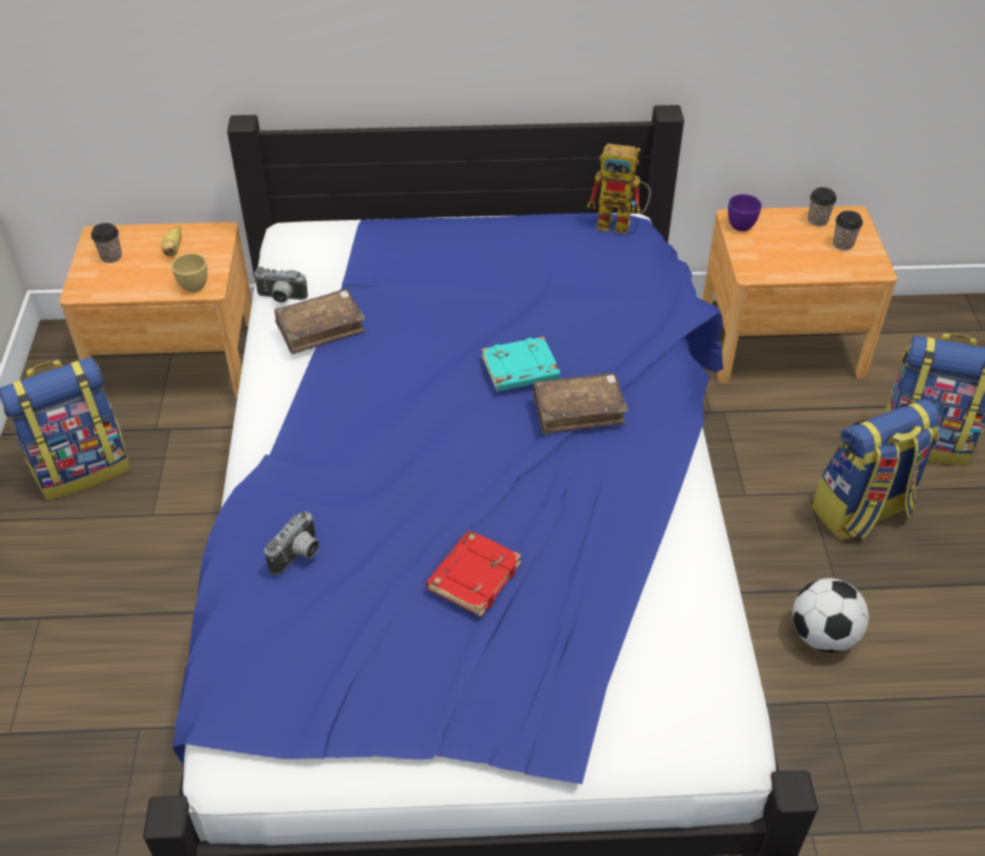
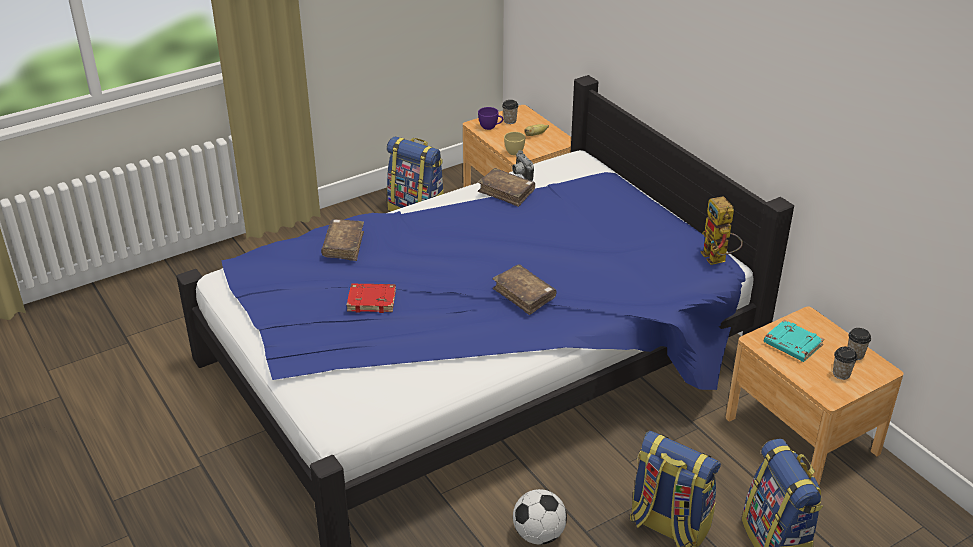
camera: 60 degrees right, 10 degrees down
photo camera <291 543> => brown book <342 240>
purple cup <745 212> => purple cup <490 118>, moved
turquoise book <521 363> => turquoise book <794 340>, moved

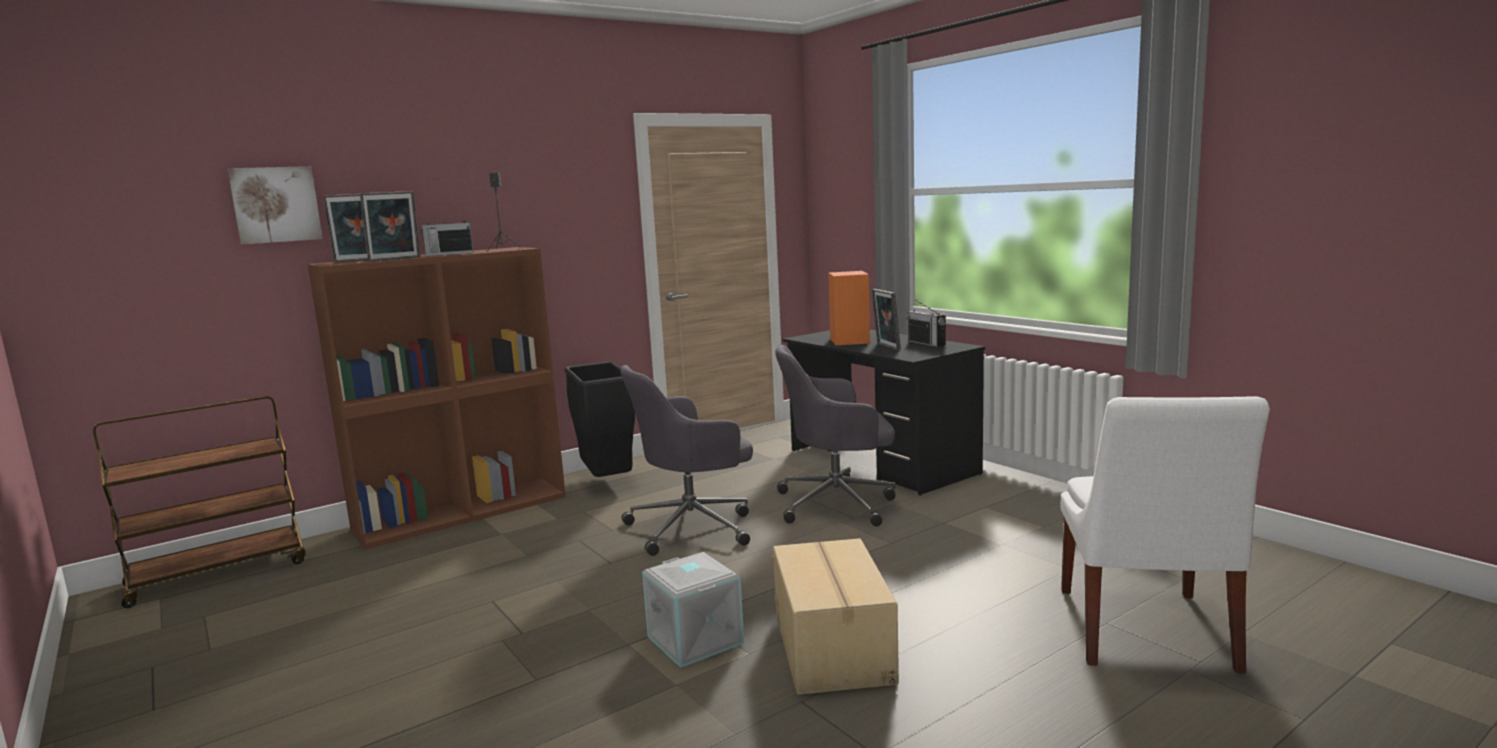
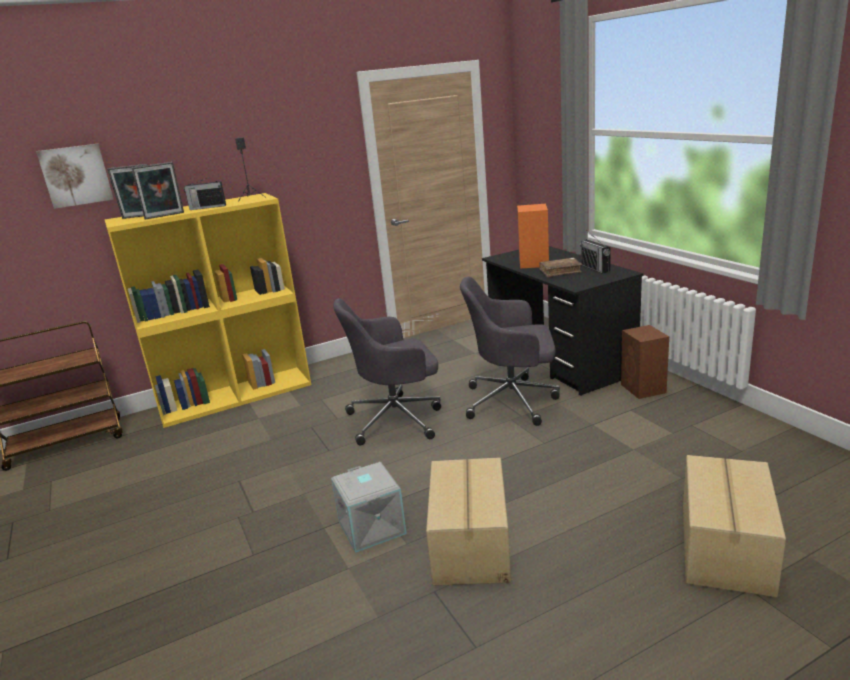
camera: 10 degrees right, 10 degrees up
brown bookcase <437 398> => yellow bookcase <208 310>
picture frame <886 319> => brown book <560 267>
nothing => brown speaker <645 362>
white chair <1165 534> => cardboard box <734 526>
black trash can <599 419> => nothing

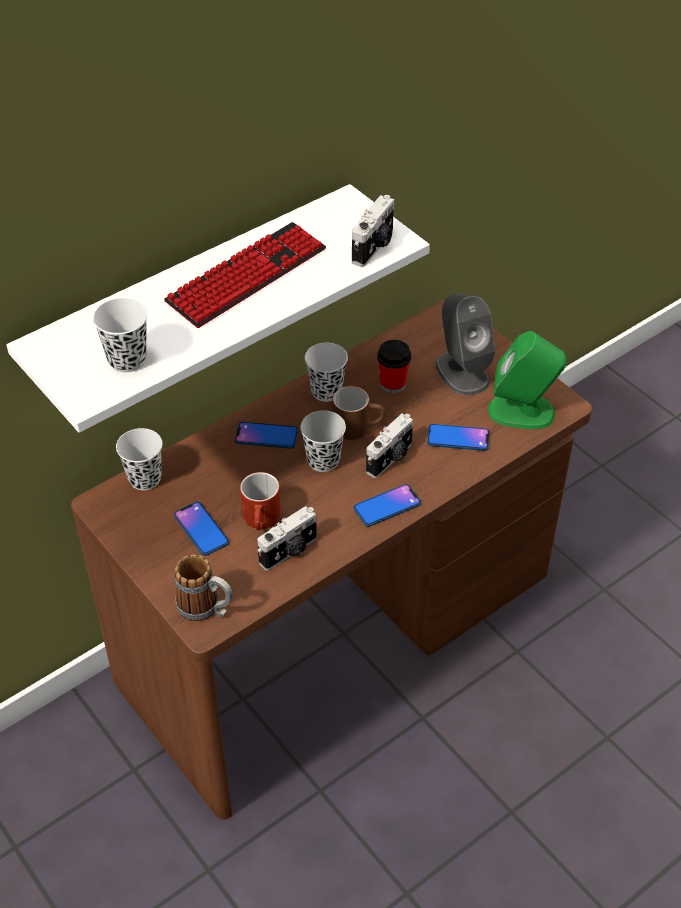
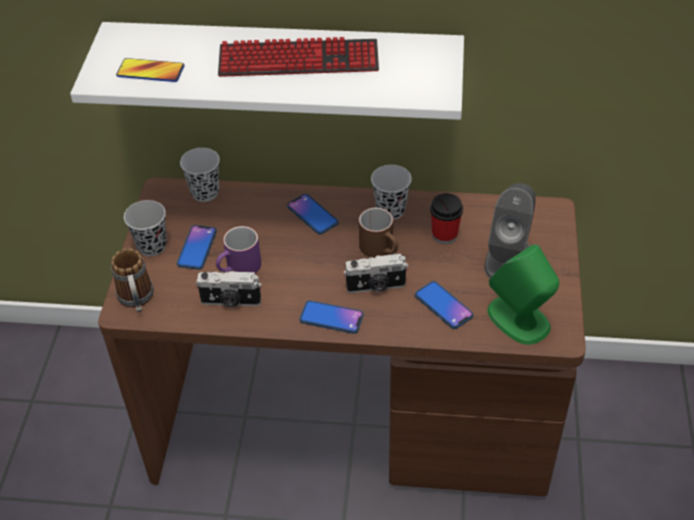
camera: 45 degrees right, 0 degrees up
white cup <120 335> => phone <150 70>
black cup <323 441> => black cup <145 228>, moved
red mug <260 501> => purple mug <238 249>
photo camera <373 231> => nothing

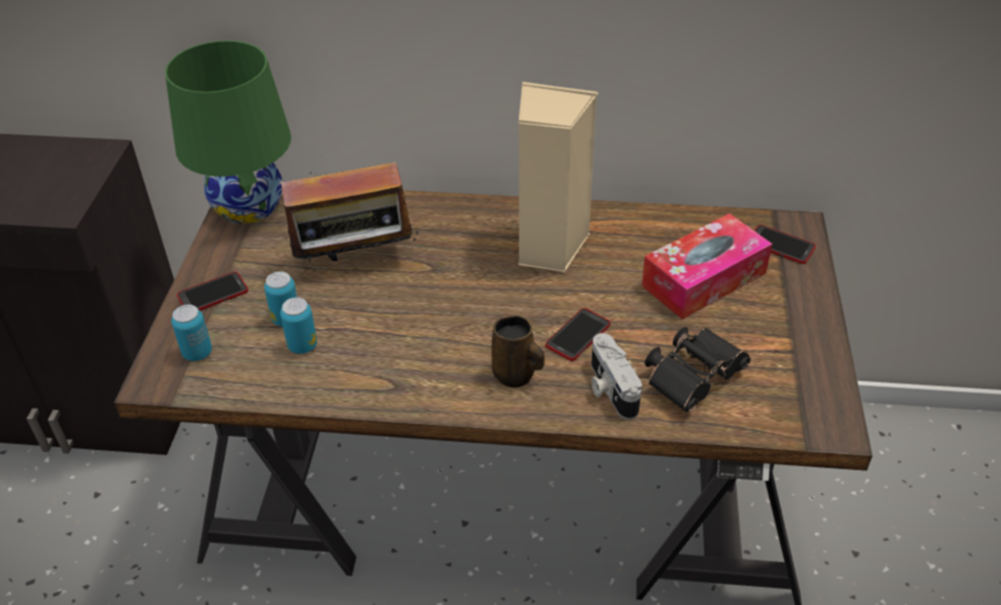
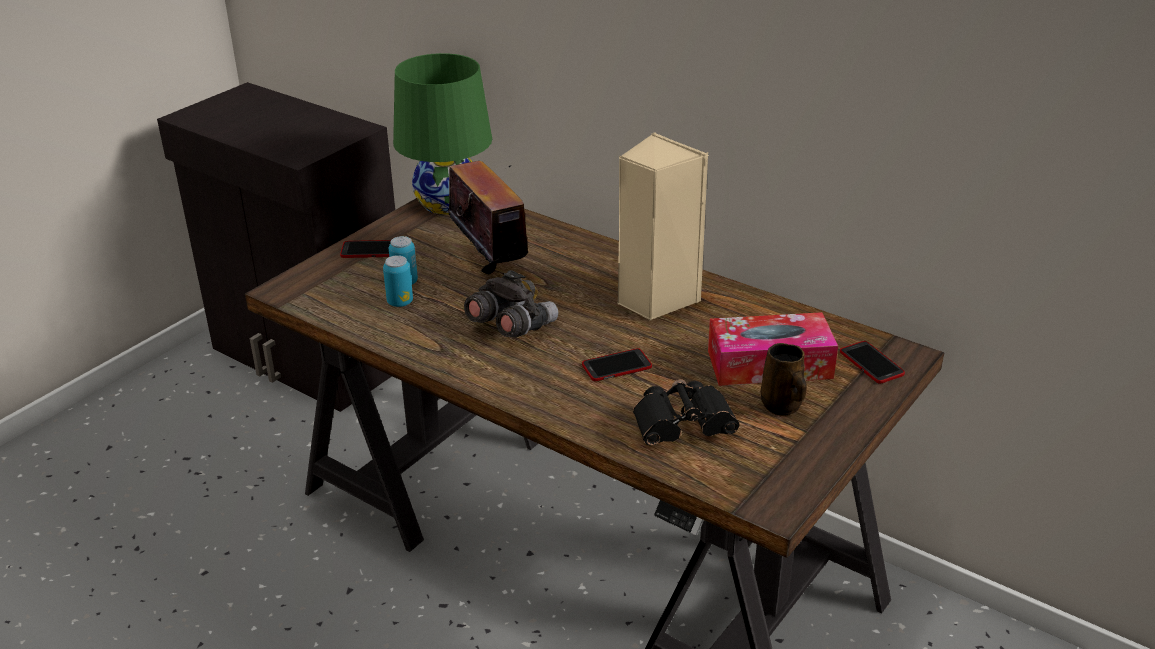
camera: 30 degrees right, 10 degrees down
radio <344 211> => radio <485 217>, 135 degrees counterclockwise
nothing => grey binoculars <511 304>
brown mug <518 351> => brown mug <784 379>, moved
can <191 332> => nothing
photo camera <616 376> => nothing

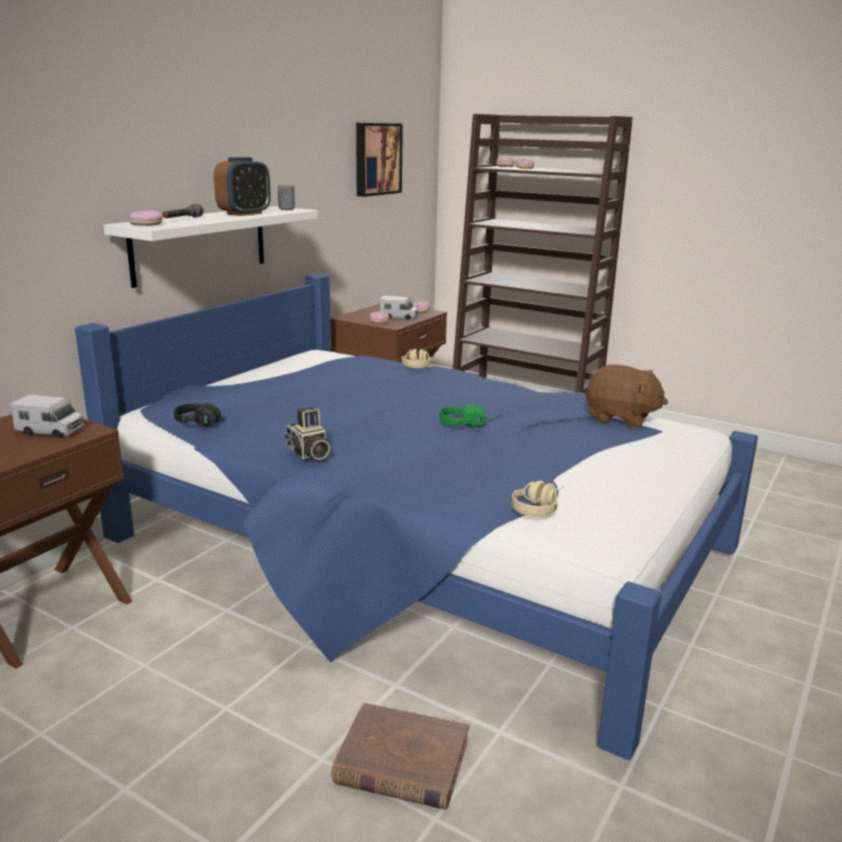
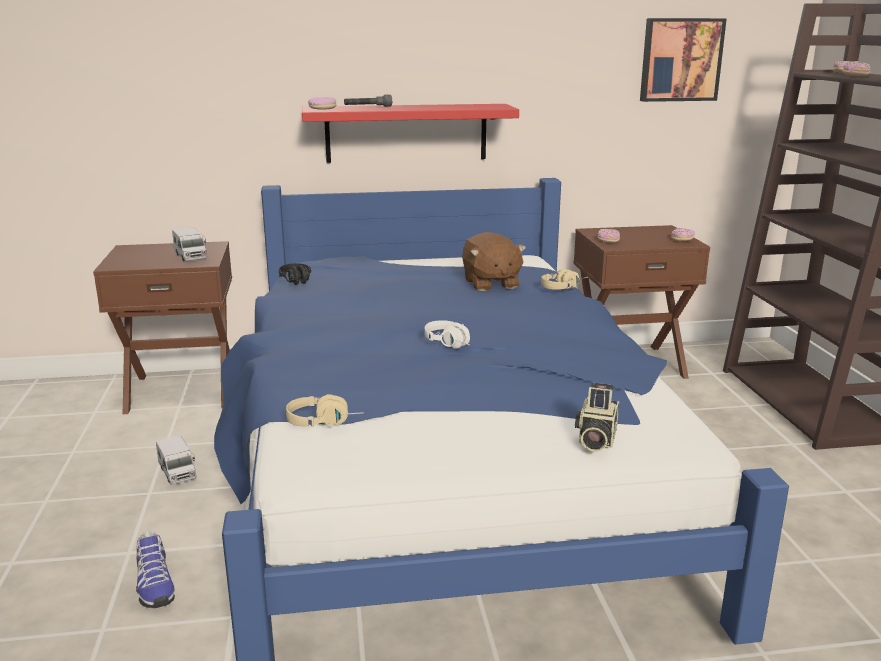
camera: 50 degrees right, 0 degrees up
brown book <400 756> => shoe <155 569>
toy truck <399 308> => toy truck <176 460>, moved
white shelf <211 247> => red shelf <410 133>
green headphones <469 415> => white headphones <447 334>
brown plush toy <627 396> => brown plush toy <494 261>, moved
photo camera <307 433> => photo camera <597 417>, moved
alarm clock <242 186> => nothing
grey cup <286 197> => nothing

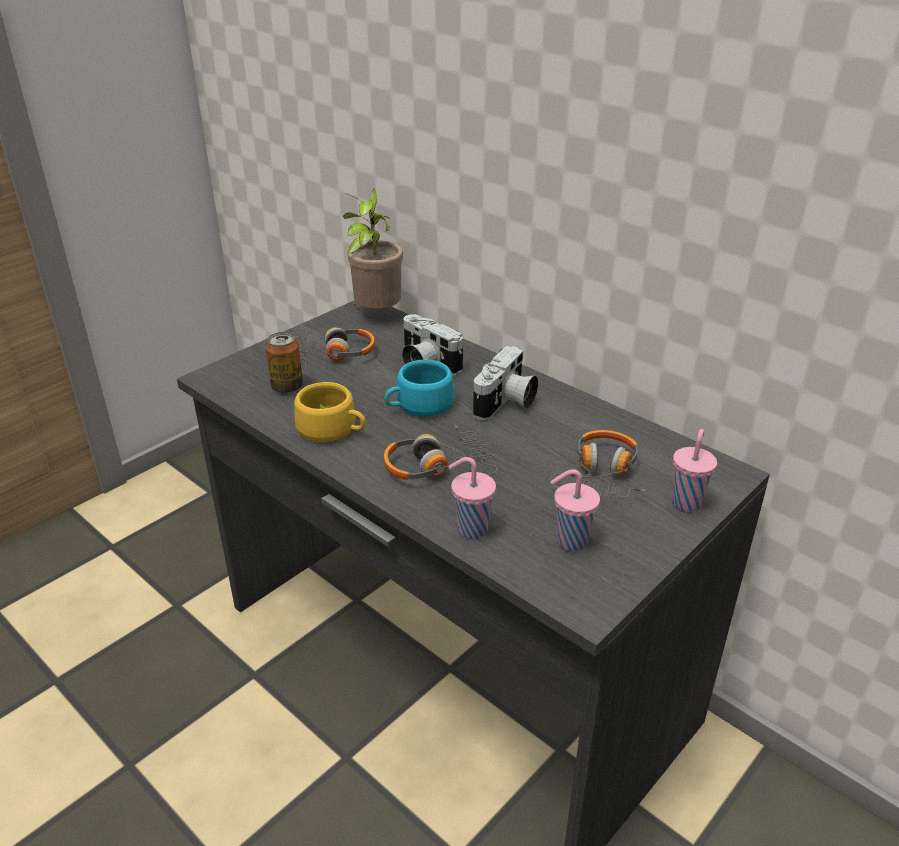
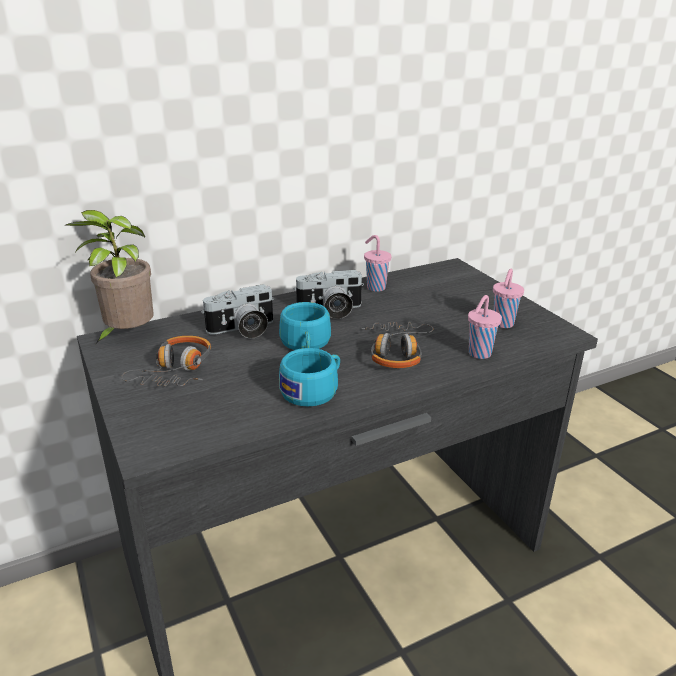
camera: 70 degrees left, 5 degrees down
yellow cup <330 412> => turquoise cup <309 377>
photo camera <505 383> => photo camera <329 294>, 120 degrees clockwise
pink cup <694 470> => pink cup <377 263>, moved
can <284 363> => nothing
headphones <597 464> => nothing

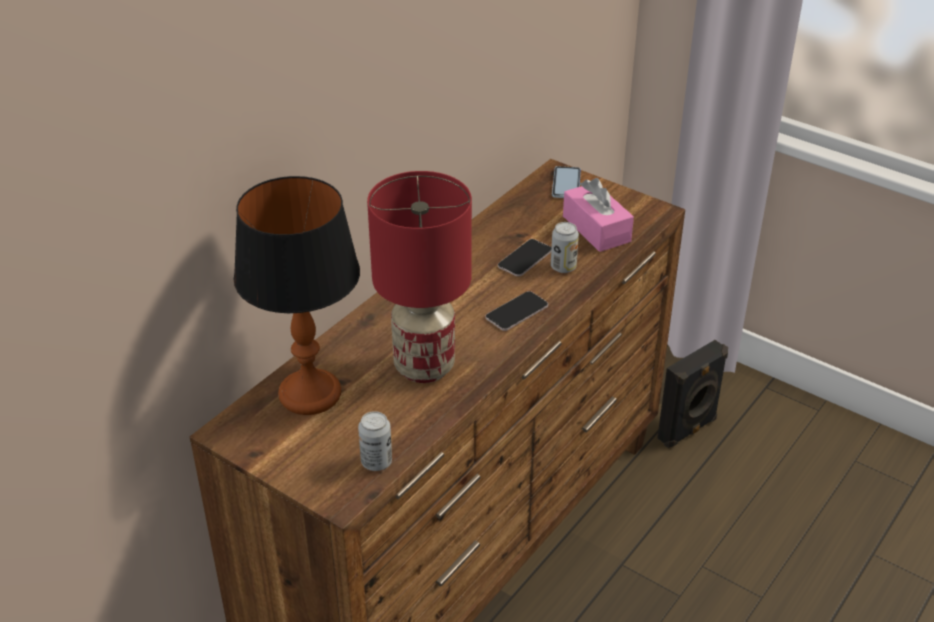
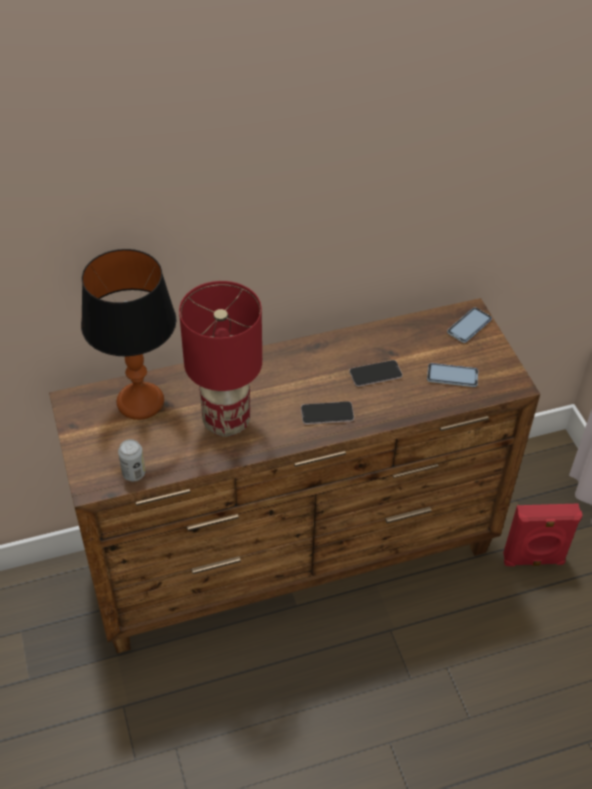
camera: 35 degrees right, 10 degrees up
pink tissue box <598 215> => phone <452 375>
black speaker <692 394> => red speaker <543 535>
can <565 247> => nothing

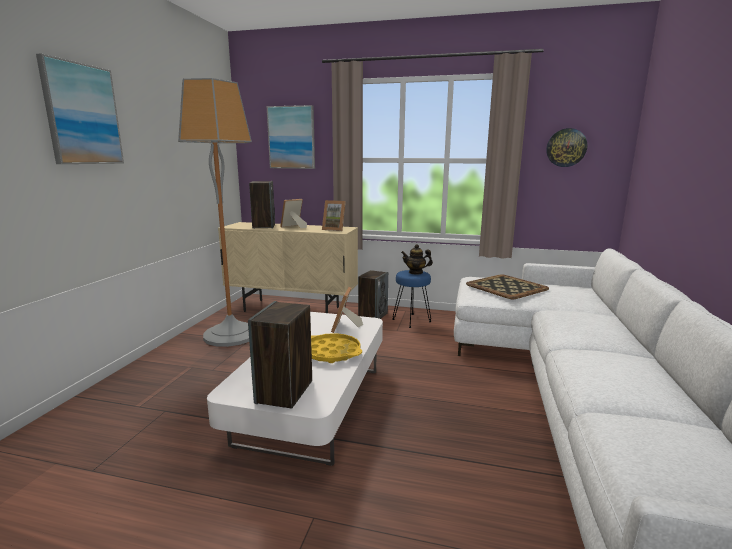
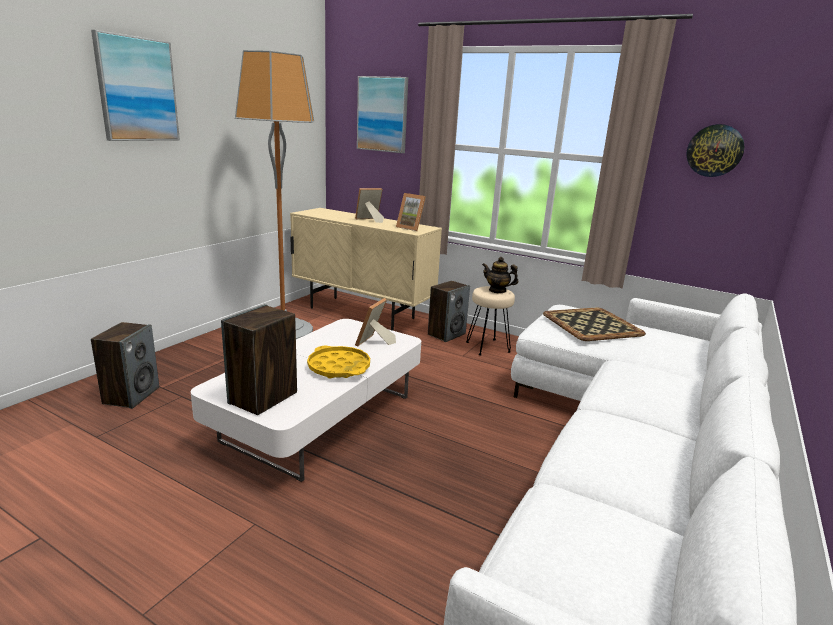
camera: 15 degrees right, 5 degrees up
speaker <262 205> => speaker <125 365>, moved
blue stool <411 299> => beige stool <490 320>

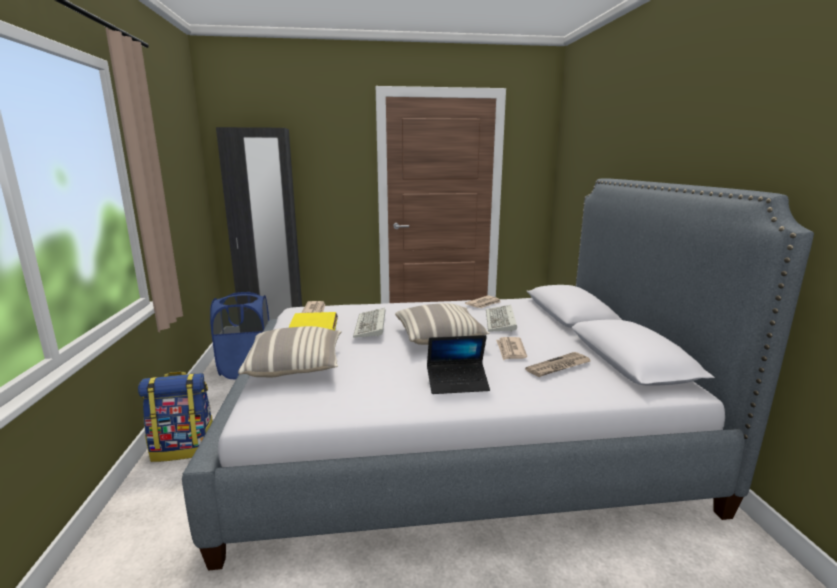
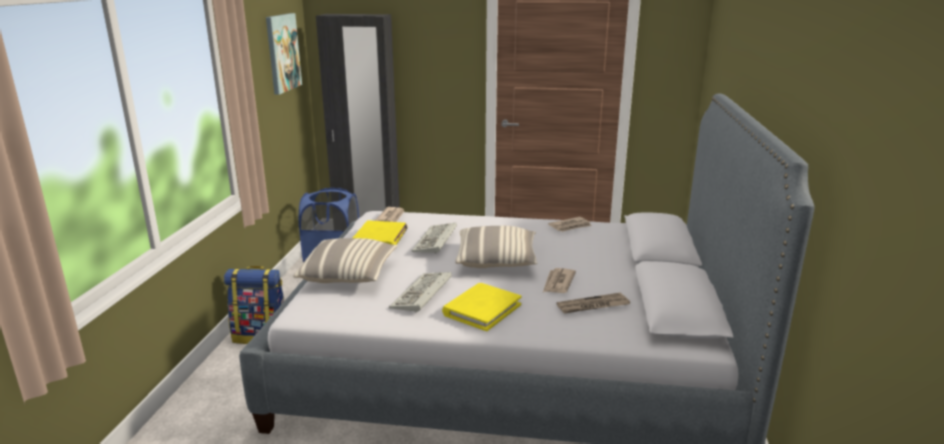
camera: 15 degrees right, 5 degrees up
nothing => picture <284 54>
keyboard <501 318> => keyboard <420 292>, moved
laptop <458 364> => yellow book <482 307>

